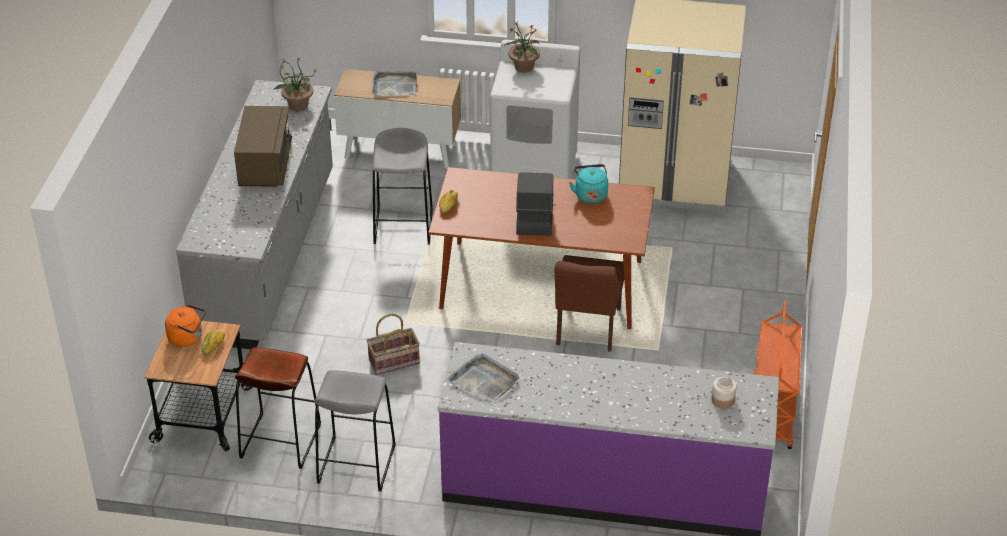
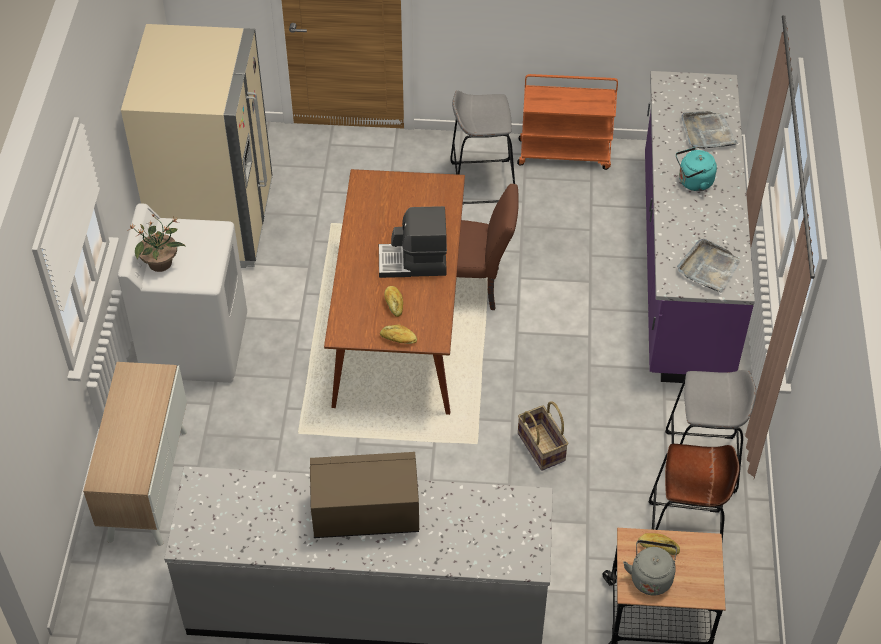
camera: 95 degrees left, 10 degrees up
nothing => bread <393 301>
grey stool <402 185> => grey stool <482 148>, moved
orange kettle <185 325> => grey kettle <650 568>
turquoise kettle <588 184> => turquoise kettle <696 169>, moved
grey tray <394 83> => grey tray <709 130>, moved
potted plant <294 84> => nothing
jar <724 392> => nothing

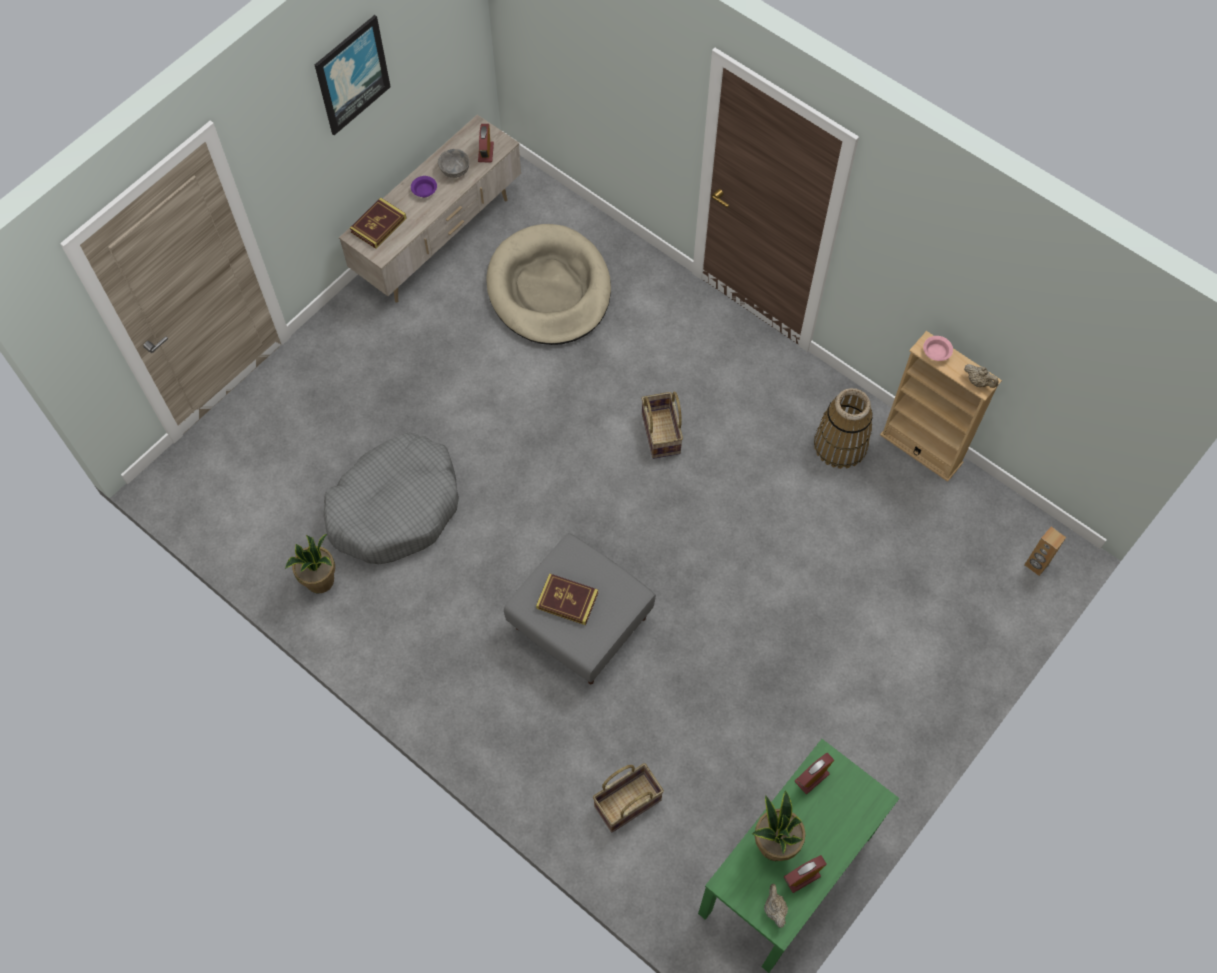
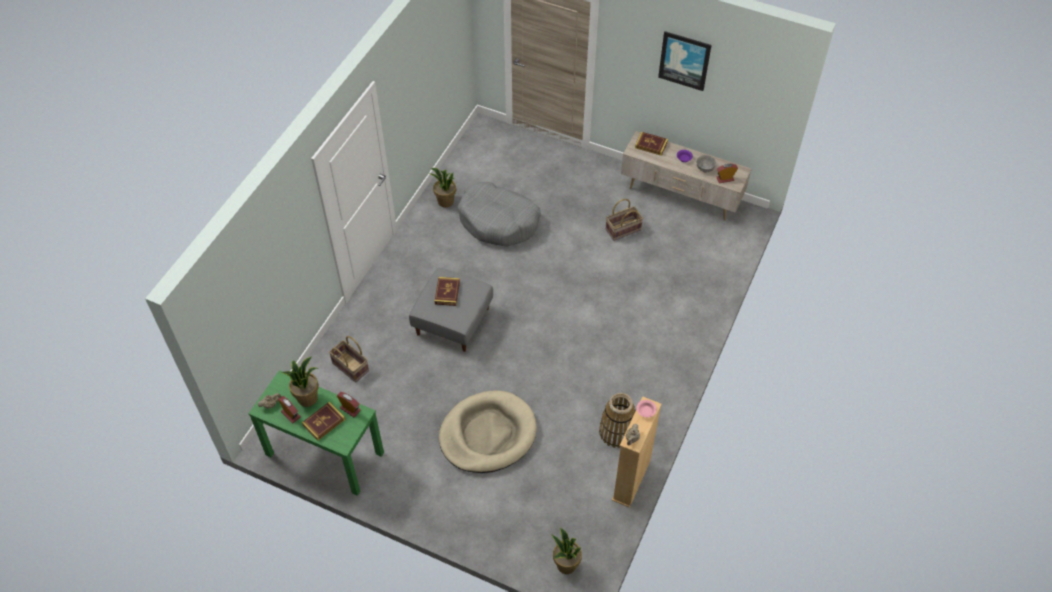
camera: 75 degrees right, 10 degrees down
nothing => book <323 421>
beige dog bed <548 284> => beige dog bed <488 431>, moved
brown speaker <1045 551> => potted plant <566 551>
basket <662 425> => basket <624 220>, moved

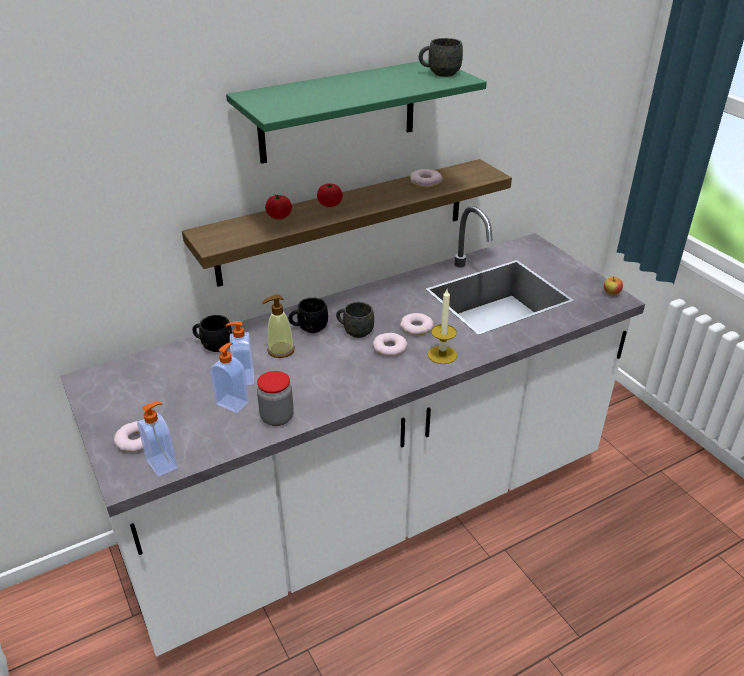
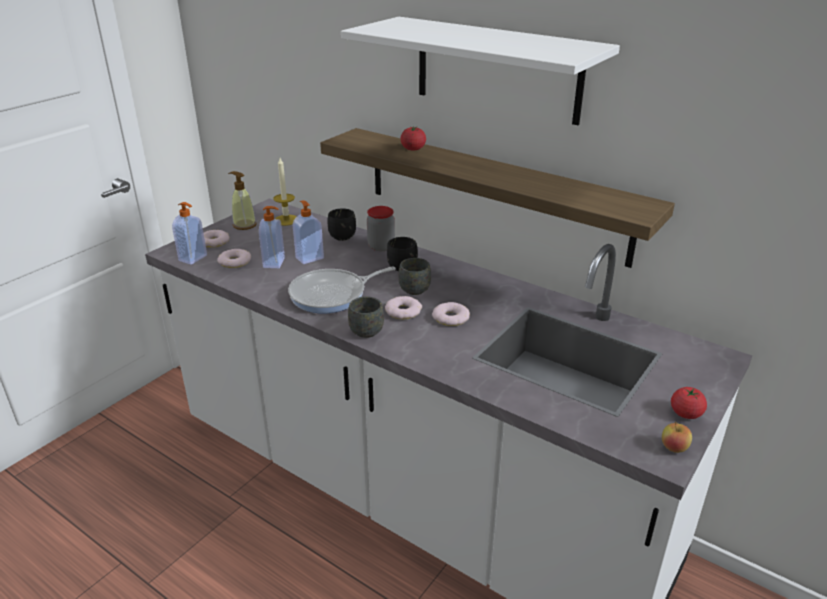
camera: 65 degrees right, 5 degrees down
donut <426 178> => donut <234 258>, moved
soap dispenser <278 326> => soap dispenser <242 200>, moved
candle <442 326> => candle <285 192>, moved
nothing => frying pan <342 289>
green shelf <356 112> => white shelf <480 71>
grey mug <441 57> => grey mug <366 317>, moved
jar <275 398> => jar <381 228>, moved
tomato <330 195> => tomato <689 403>, moved

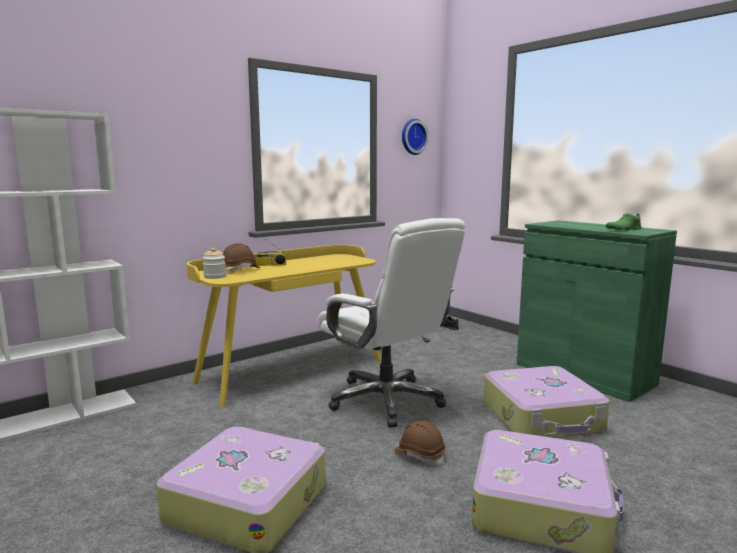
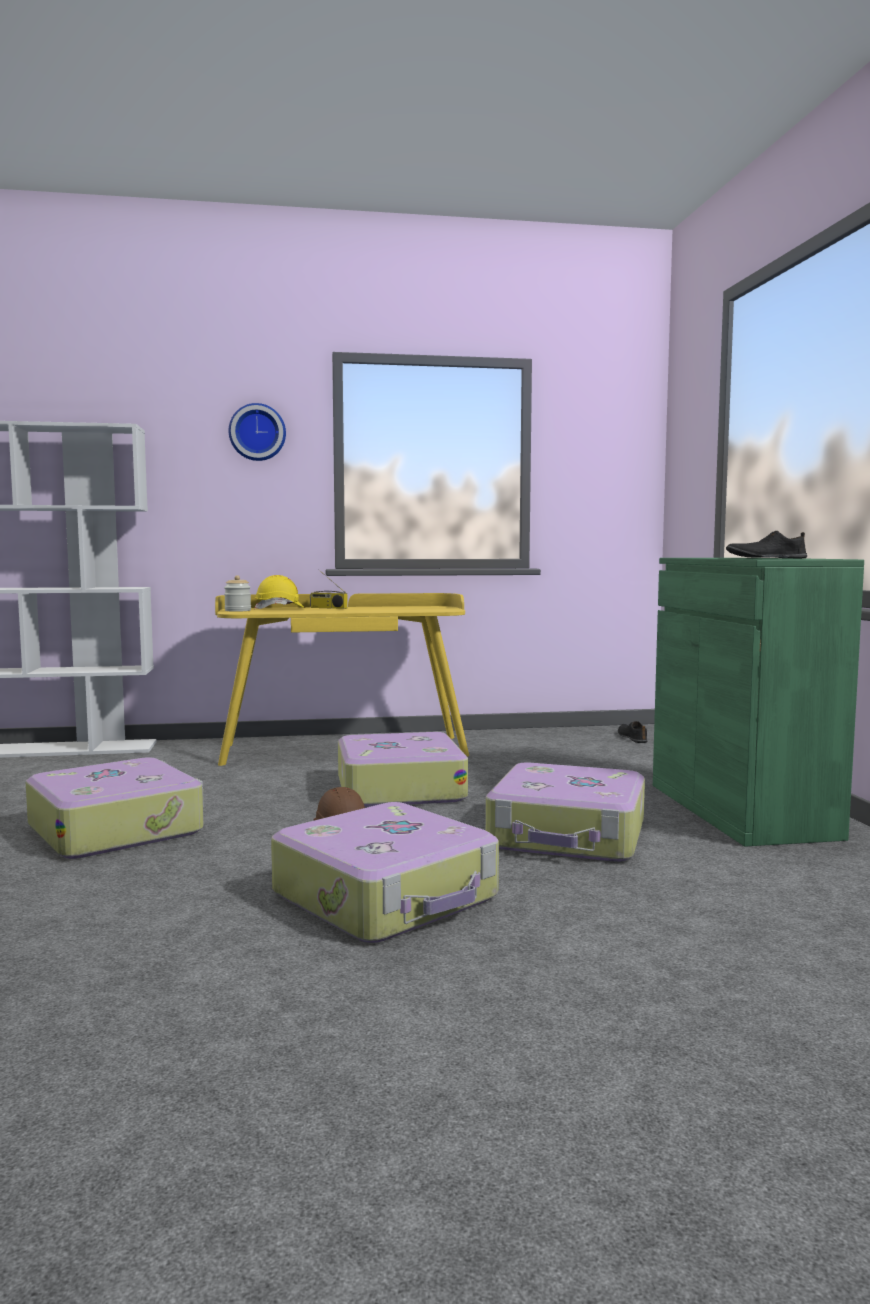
camera: 30 degrees right, 5 degrees down
wall clock <415 137> => wall clock <257 432>, moved
brown hard hat <241 258> => yellow hard hat <280 592>
white office chair <391 322> => suitcase <403 769>
green shoe <623 222> => black shoe <766 544>

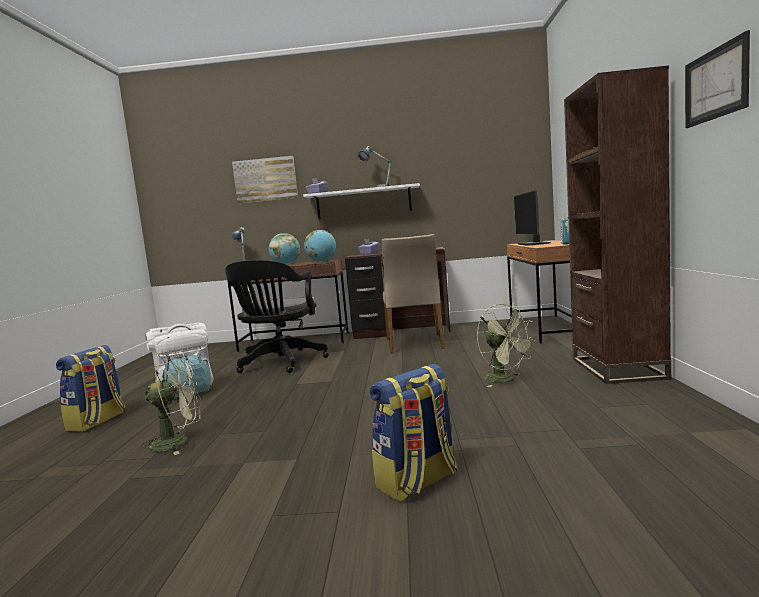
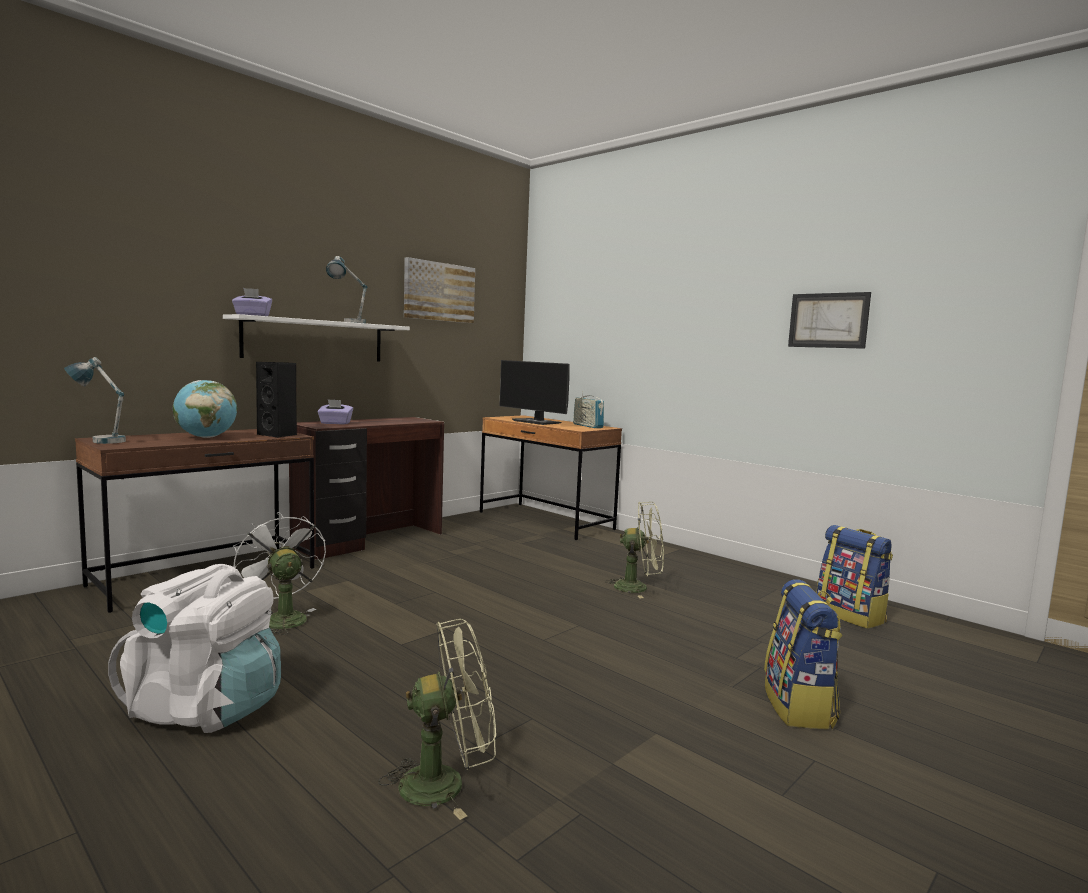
camera: 50 degrees left, 0 degrees up
black office chair <277 316> => white fan <279 573>
globe <320 246> => black speaker <276 400>
green fan <171 402> => green fan <437 719>, 45 degrees clockwise
picture <265 180> => picture <439 290>, moved
backpack <90 388> => backpack <854 577>, moved
beige chair <413 294> => nothing
brown bookcase <617 224> => nothing

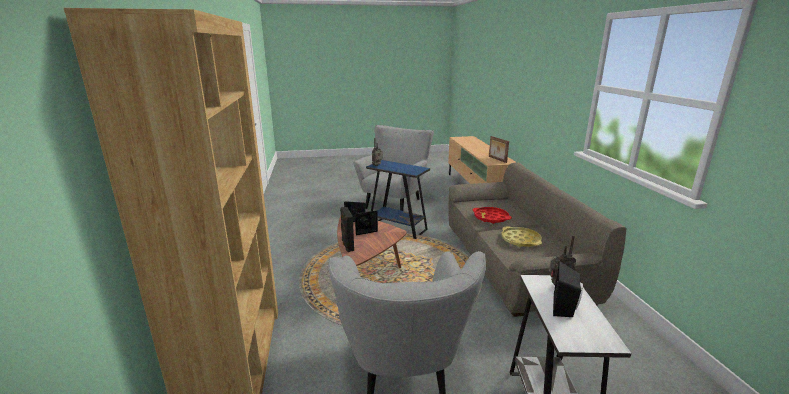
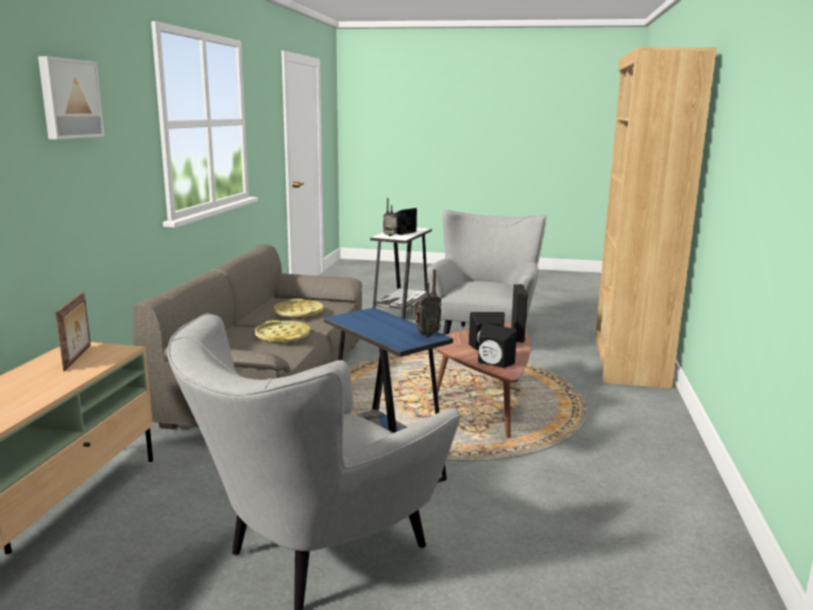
camera: 160 degrees left, 5 degrees down
nothing => picture <71 97>
red tray <492 215> => yellow tray <282 331>

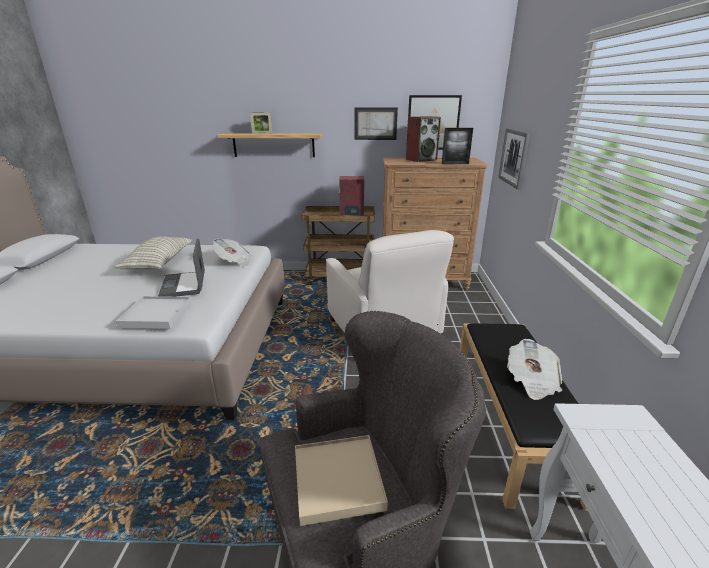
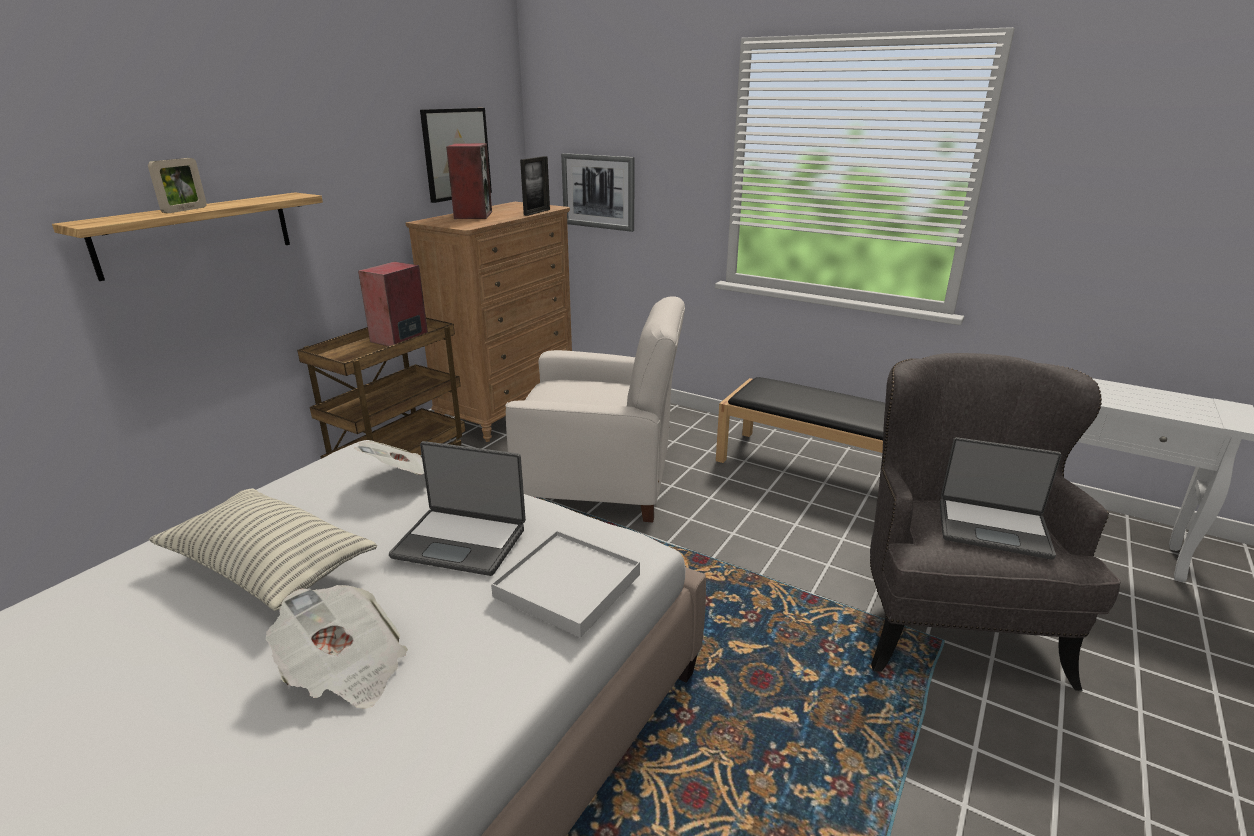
camera: 60 degrees left, 0 degrees up
newspaper <534 369> => newspaper <337 647>, moved
beige tray <341 480> => laptop <1000 498>
picture <376 124> => nothing

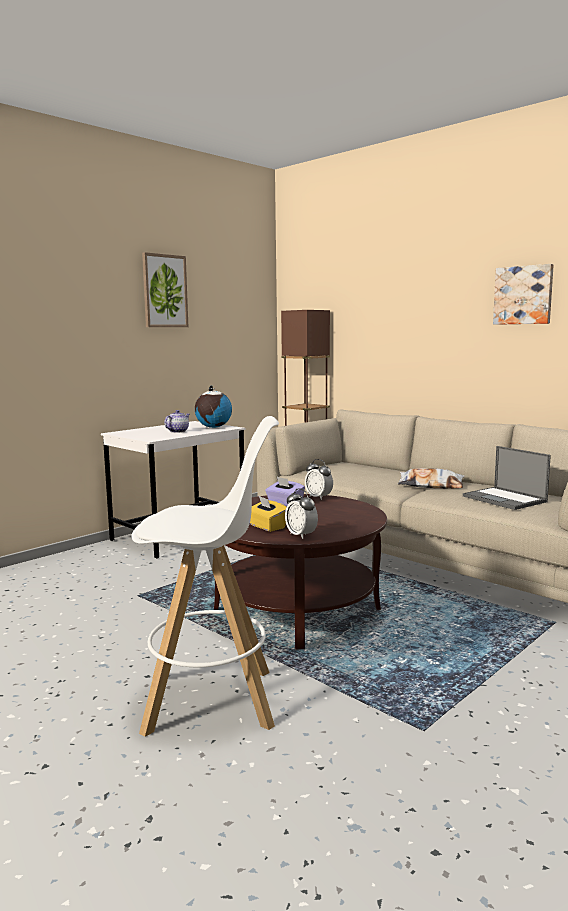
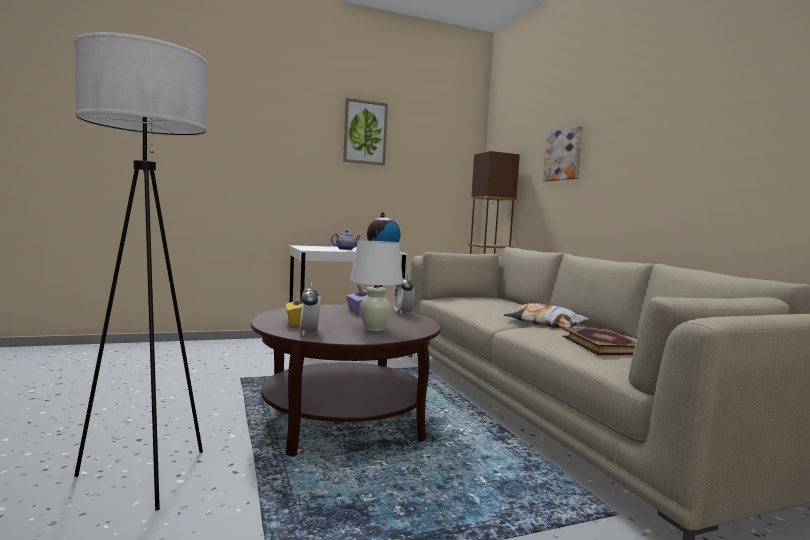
camera: 25 degrees right, 5 degrees down
white stool <205 576> => white floor lamp <141 271>
nothing => white table lamp <376 286>
picture <523 294> => picture <563 153>, moved
laptop <507 478> => book <599 341>

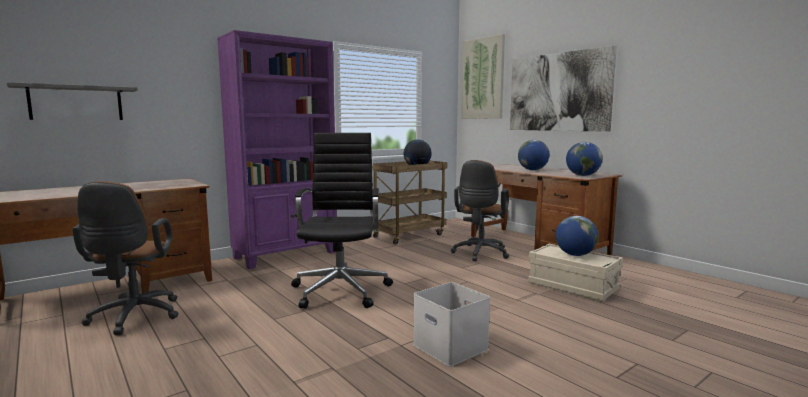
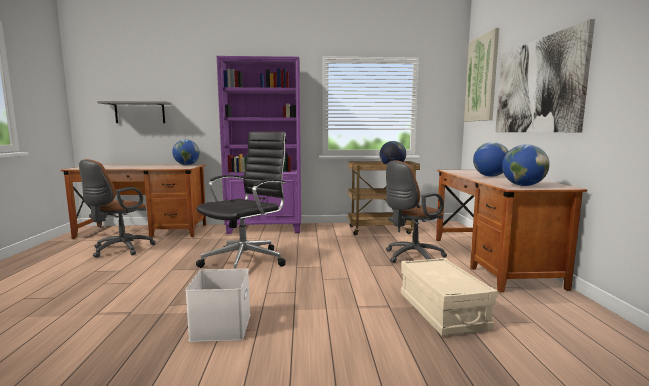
camera: 35 degrees right, 0 degrees up
globe <577 236> => globe <186 152>, moved

